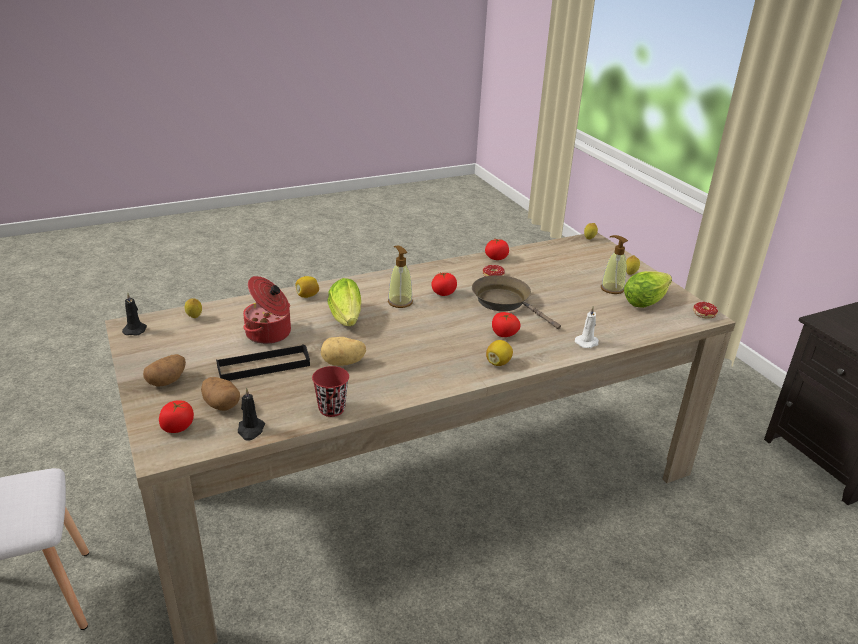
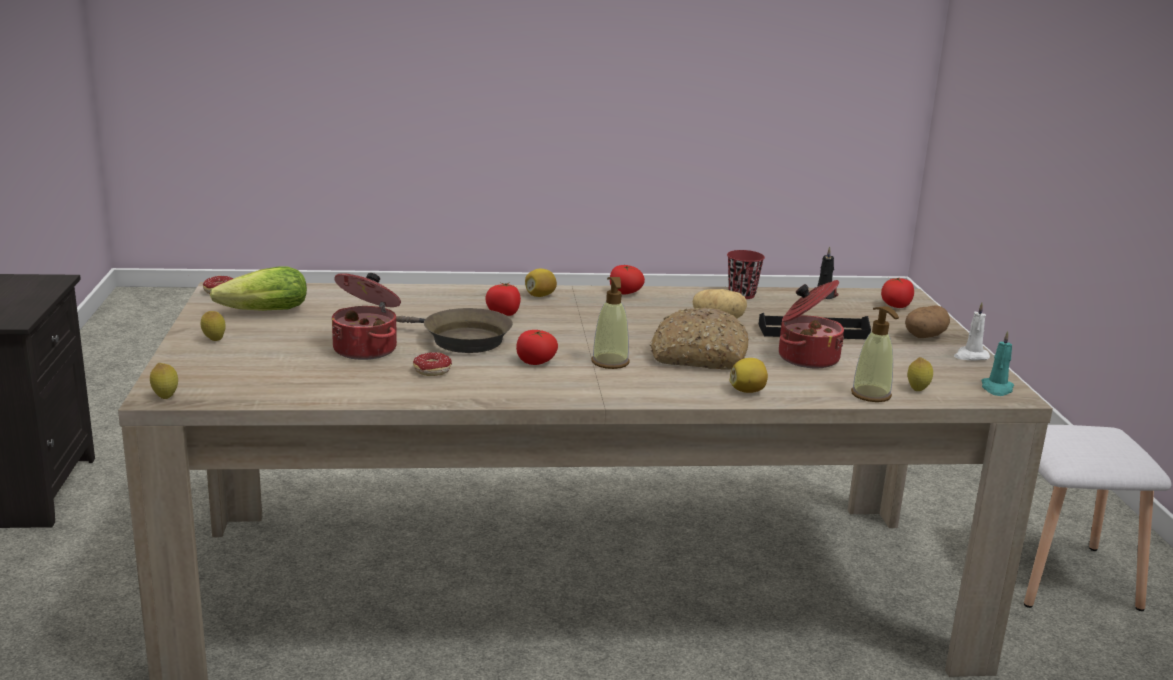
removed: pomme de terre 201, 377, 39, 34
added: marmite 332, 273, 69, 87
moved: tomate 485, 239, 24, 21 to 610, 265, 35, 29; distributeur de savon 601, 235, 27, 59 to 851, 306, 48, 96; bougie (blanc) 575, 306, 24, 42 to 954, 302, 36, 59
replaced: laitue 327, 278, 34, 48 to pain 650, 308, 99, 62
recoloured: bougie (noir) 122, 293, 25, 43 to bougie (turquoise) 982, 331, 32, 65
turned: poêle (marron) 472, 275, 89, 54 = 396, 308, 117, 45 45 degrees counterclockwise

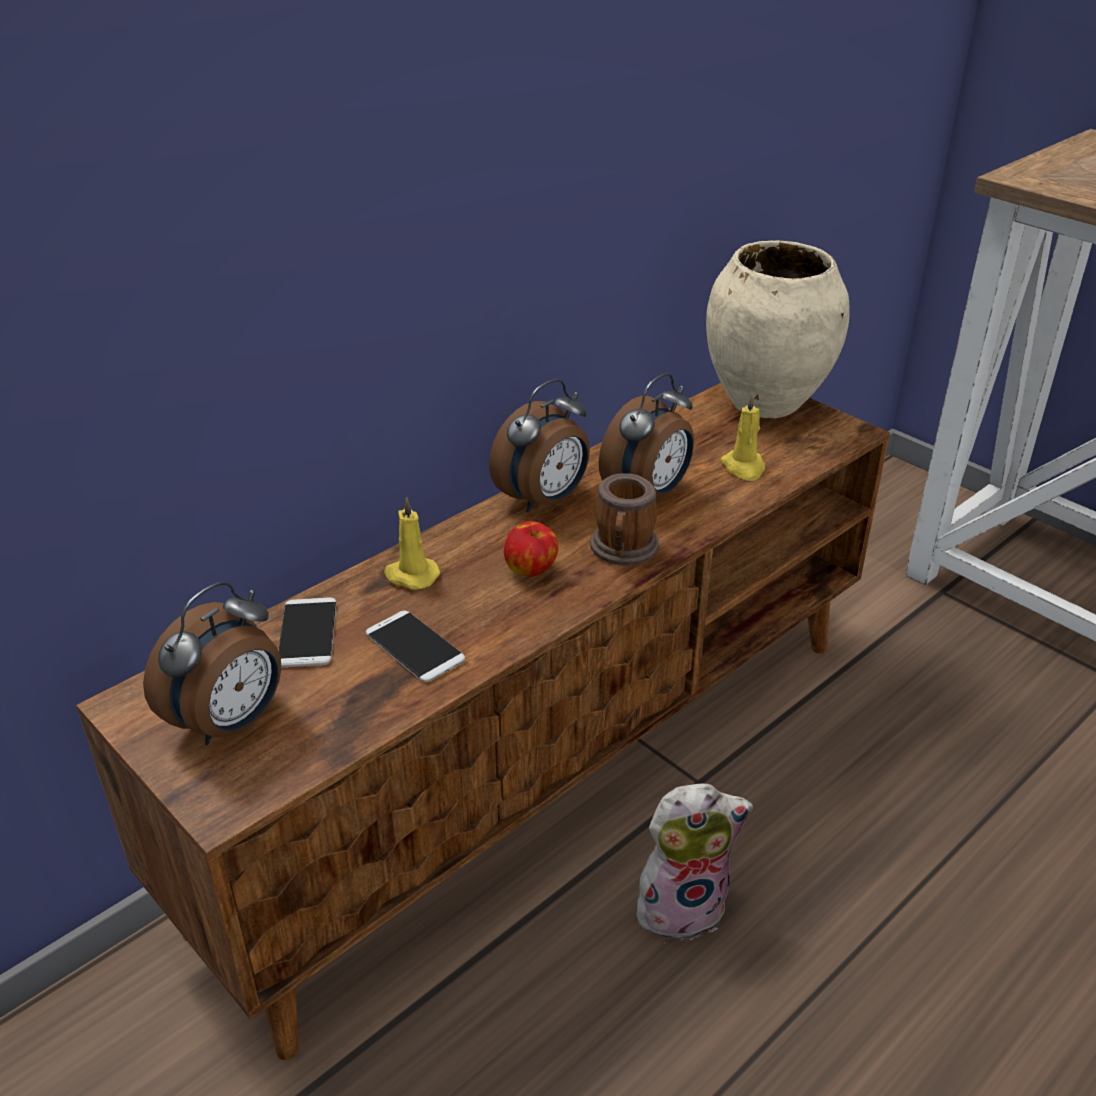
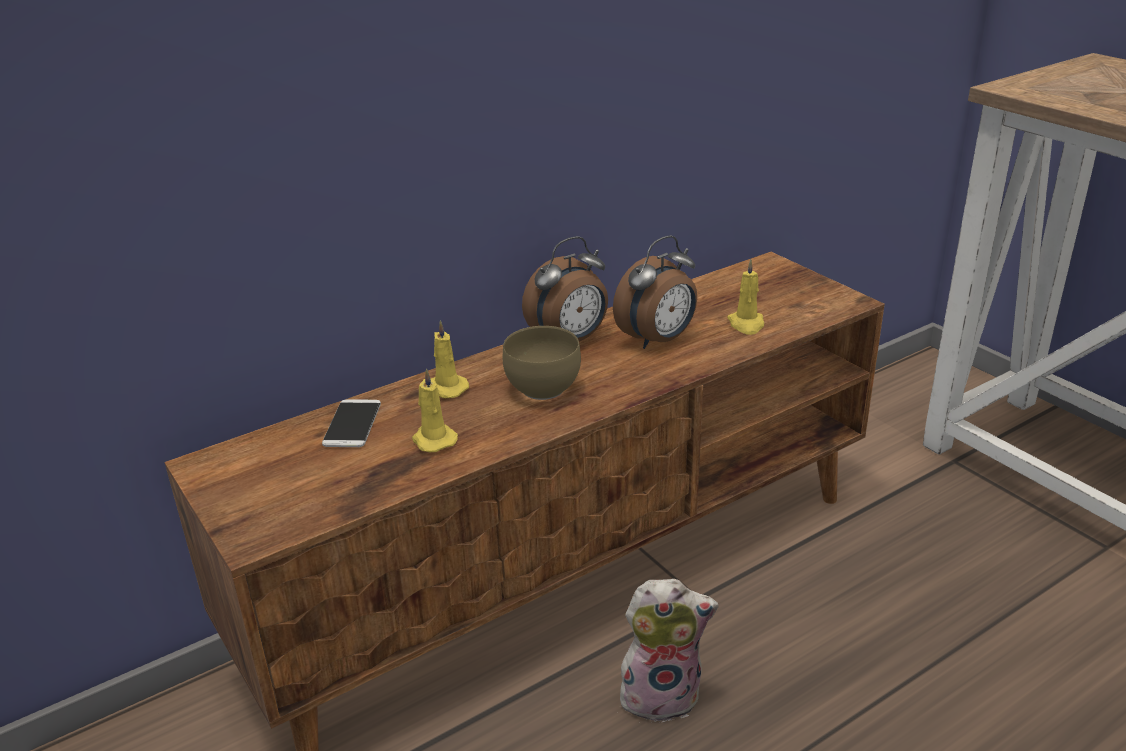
removed: réveil 143, 582, 138, 163; mug 590, 473, 69, 93; vase (beige) 706, 240, 144, 178
replaced: téléphone 366, 611, 99, 71 to bougie (jaune) 412, 368, 46, 84; pomme 504, 521, 54, 56 to bol (marron) 503, 326, 78, 74

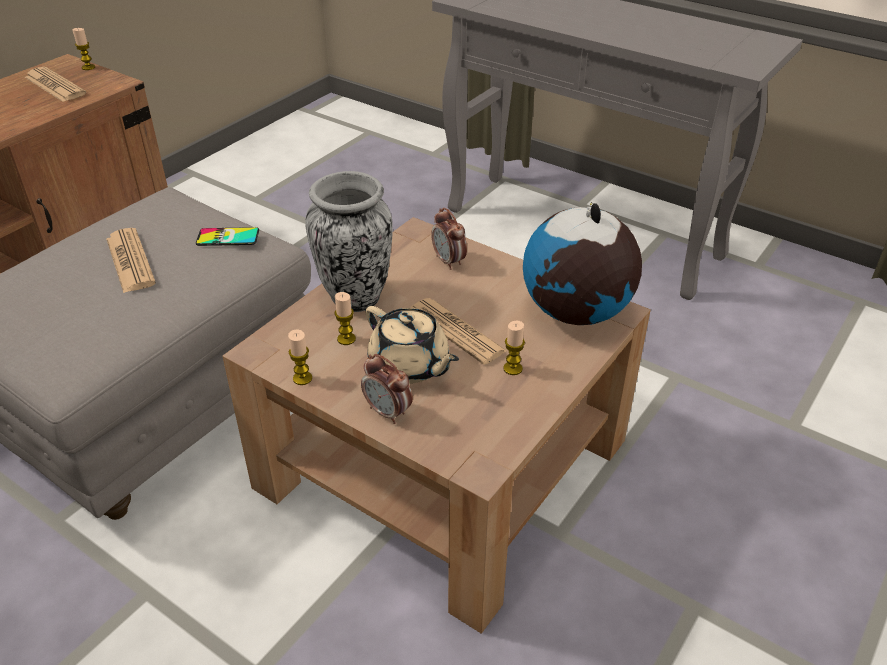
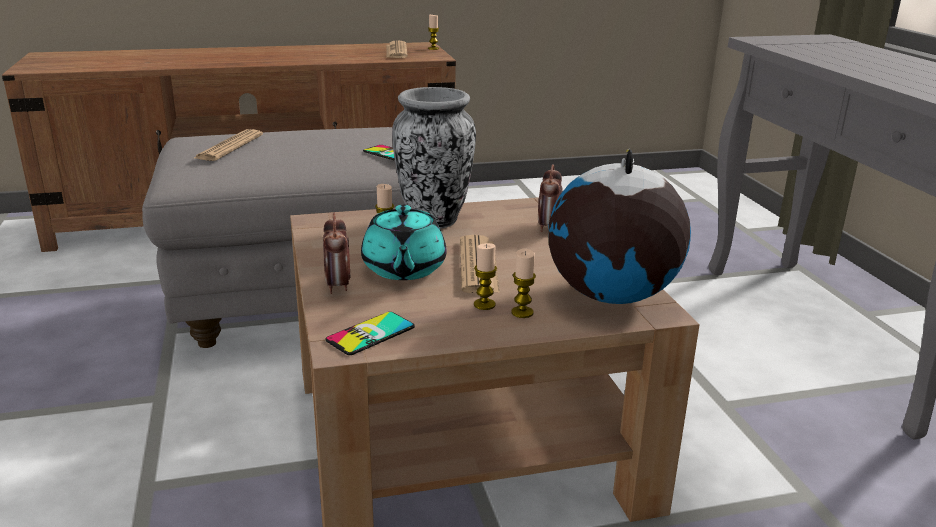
added: téléphone 325, 312, 90, 43
moved: journal 106, 228, 50, 65 to 194, 129, 69, 32; bougie 288, 329, 24, 56 to 511, 249, 25, 69
recoloured: théière (beige) 366, 306, 93, 78 to théière (turquoise) 361, 205, 86, 75

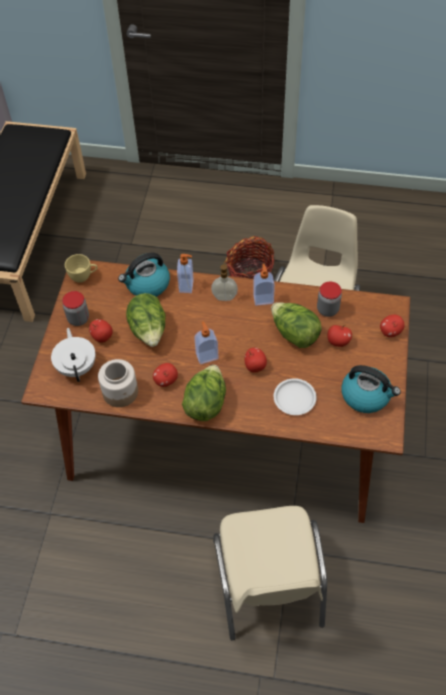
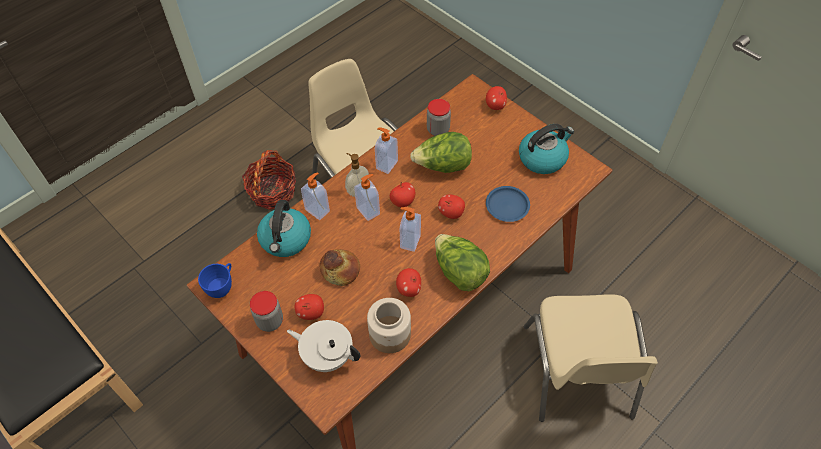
added: distributeur de savon 354, 174, 26, 47
moved: pomme 327, 325, 25, 22 to 390, 181, 25, 26
replaced: laitue 126, 293, 40, 54 to pain 320, 249, 40, 37
recoloured: tasse (jaune) 65, 254, 33, 29 to tasse (bleu) 198, 263, 34, 35; assiette (blanc) 274, 378, 42, 37 to assiette (bleu) 486, 186, 44, 36
turned: chaise (beige) 213, 506, 114, 135 = 524, 294, 134, 128 60 degrees clockwise

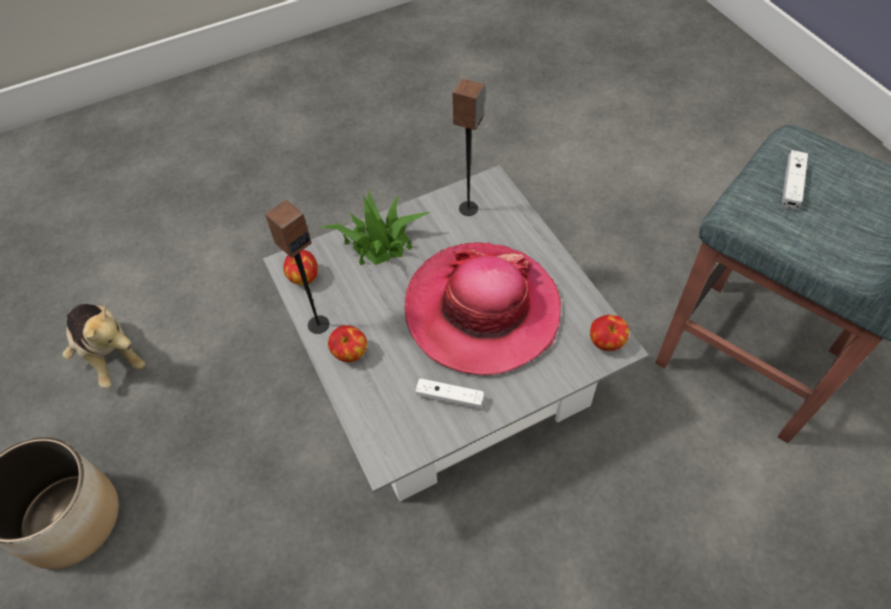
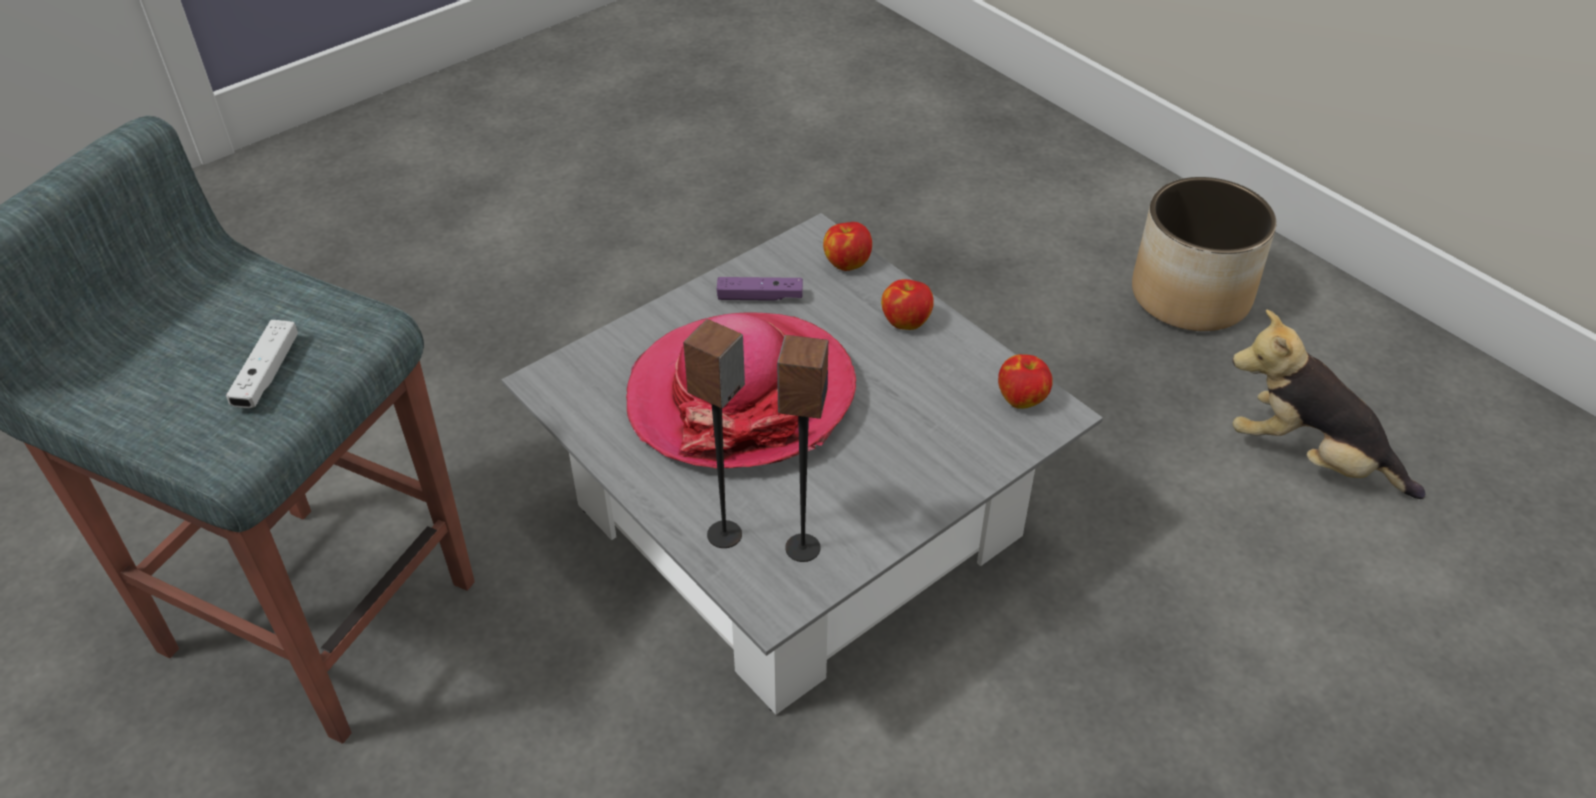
removed: plante en pot 319, 190, 112, 75
moved: enceinte 265, 199, 64, 135 to 683, 319, 62, 229; pomme 590, 315, 39, 36 to 823, 222, 49, 49
recoloured: manette (blanc) 415, 378, 69, 31 to manette (violet) 717, 277, 86, 24

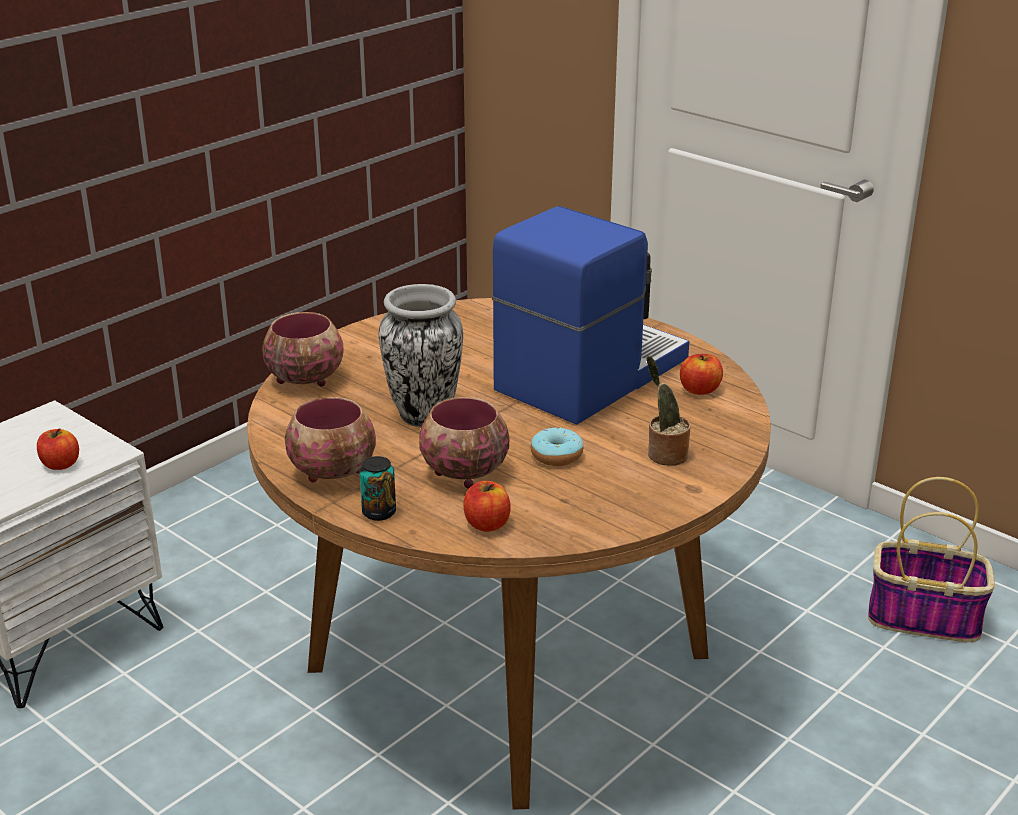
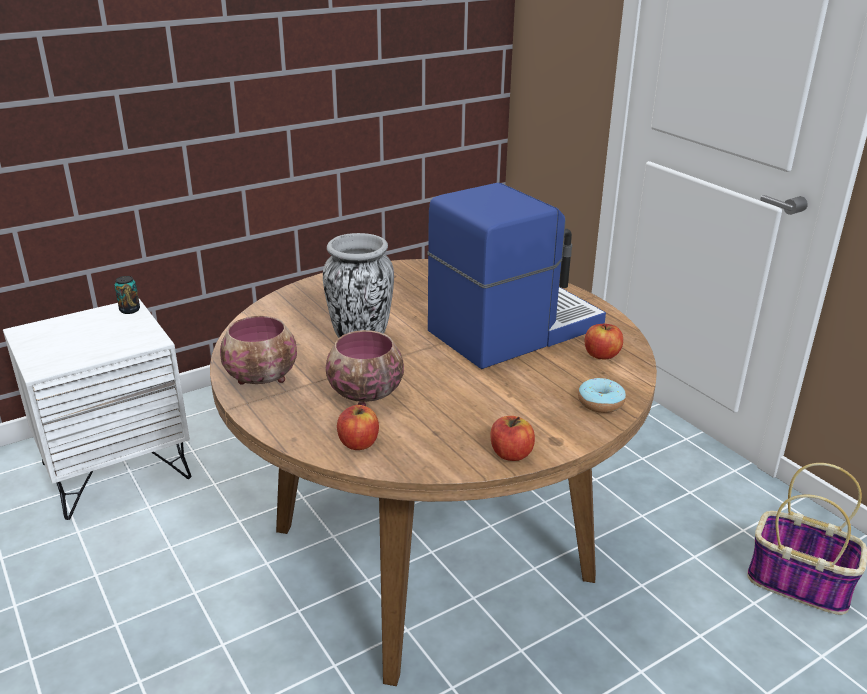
removed: bol 262, 312, 82, 75; plante en pot 646, 356, 45, 110
moved: boîte métallique 360, 456, 36, 65 to 114, 276, 26, 38; pomme 37, 428, 42, 42 to 490, 416, 45, 45; beignet 531, 427, 52, 39 to 578, 378, 48, 35

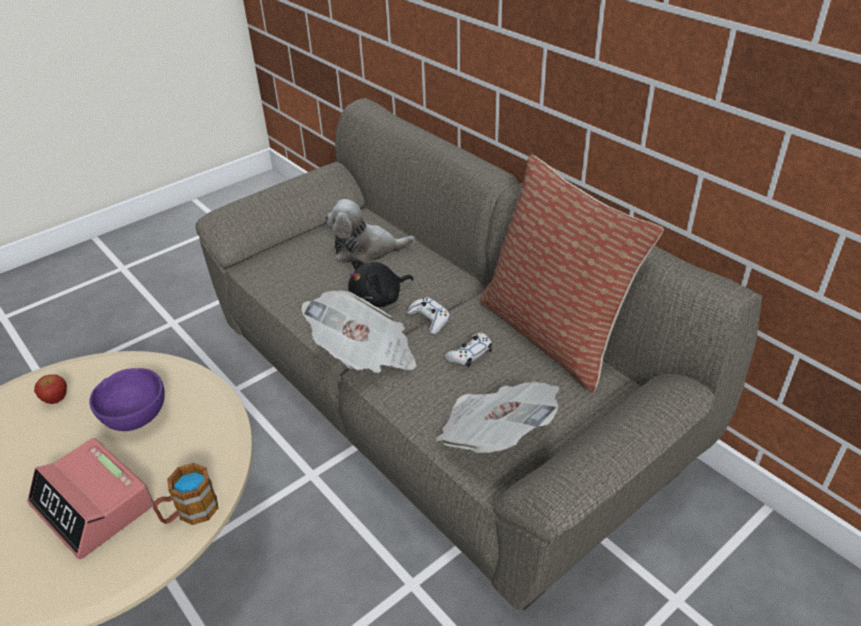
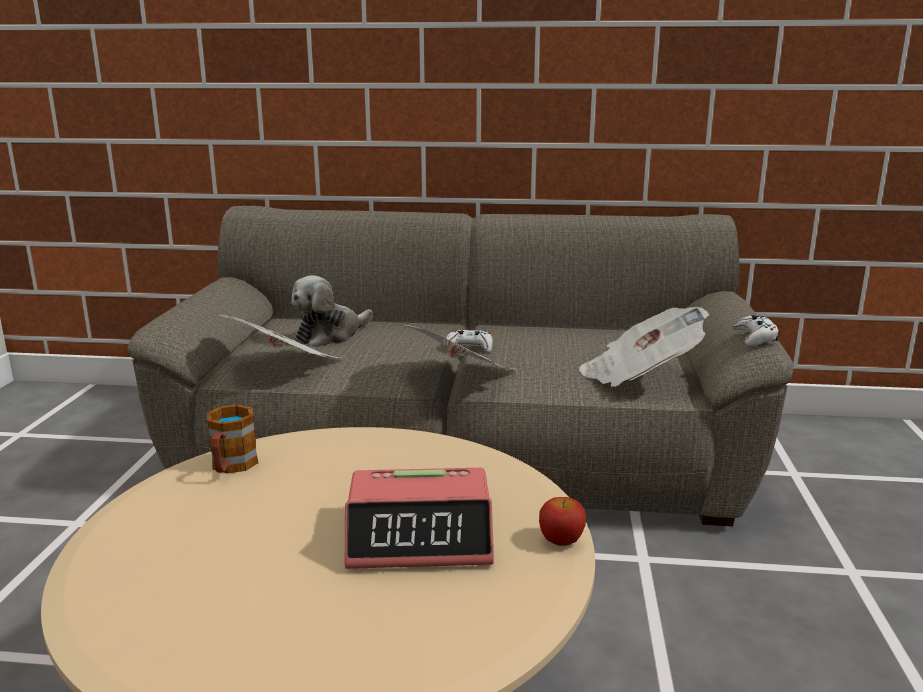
removed: bol (violet) 89, 368, 76, 63; peluche (noir) 348, 259, 66, 48; coussin 480, 154, 184, 238
added: journal 218, 315, 123, 43
moved: mug 153, 463, 65, 62 to 206, 404, 52, 70; pomme 34, 374, 33, 30 to 539, 497, 47, 49; manette (blanc) 445, 333, 47, 34 to 733, 315, 46, 31

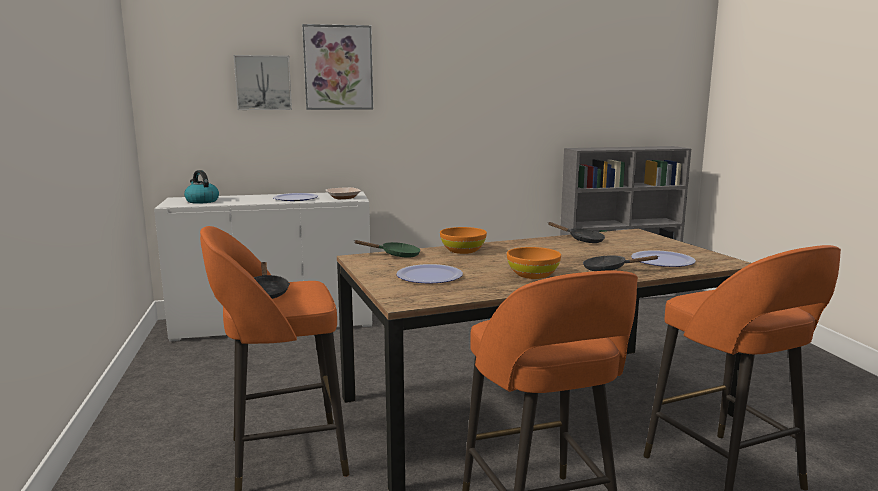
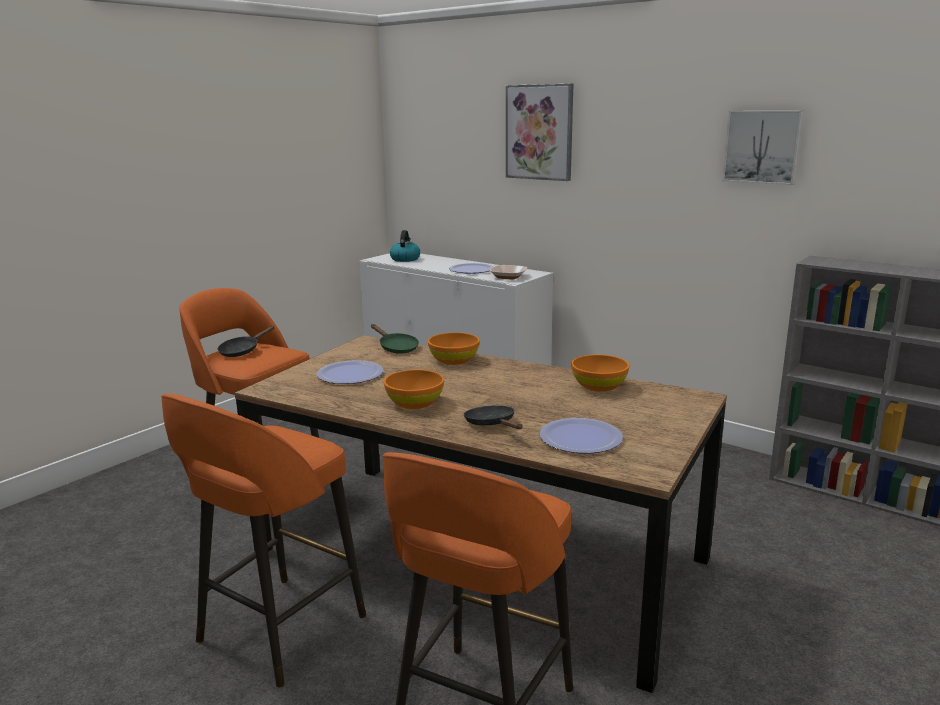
moved: tableau 234, 55, 58, 55 to 722, 110, 82, 75
replaced: poêle (noir) 548, 222, 57, 21 to bol (orange) 571, 355, 58, 36

